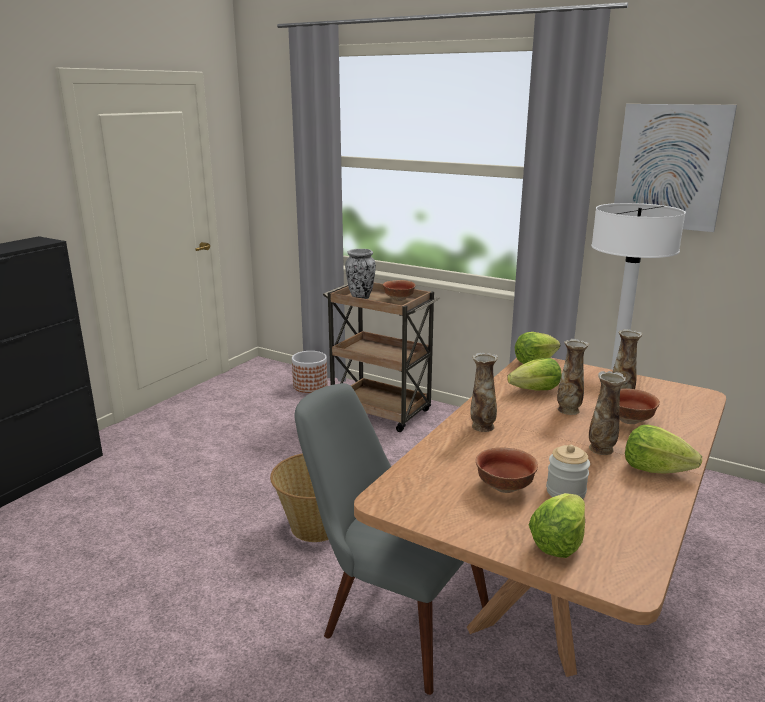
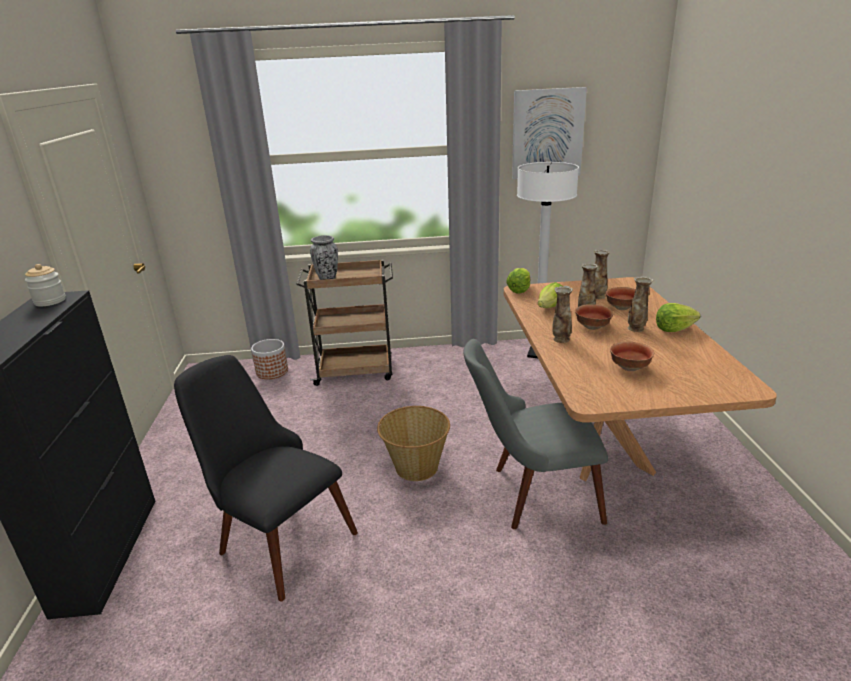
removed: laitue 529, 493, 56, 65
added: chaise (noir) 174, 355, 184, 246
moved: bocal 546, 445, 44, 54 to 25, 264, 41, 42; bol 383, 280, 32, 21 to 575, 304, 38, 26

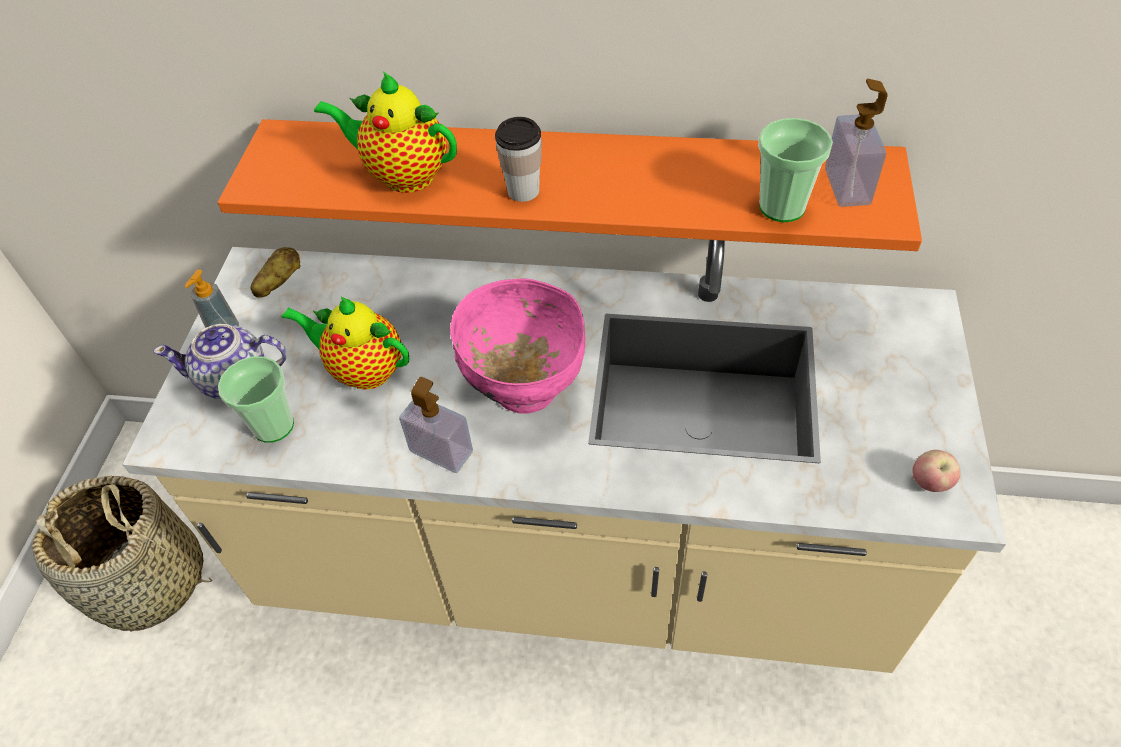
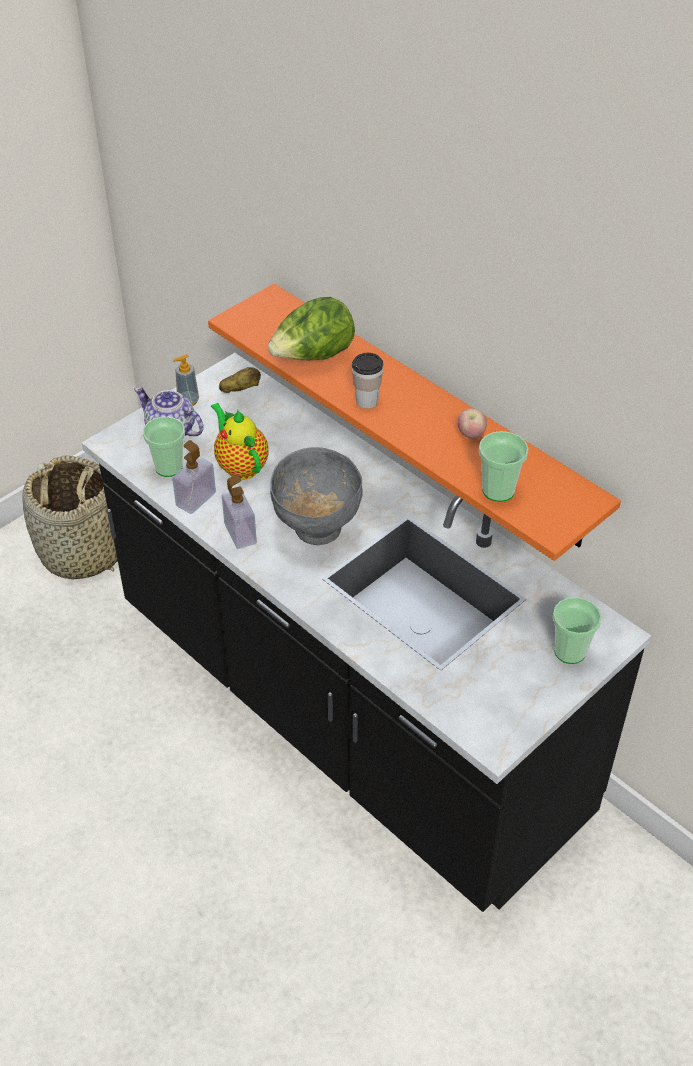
added: tasse 553, 597, 49, 67
moved: distributeur de savon 825, 79, 63, 128 to 172, 440, 44, 74; pomme 913, 450, 48, 42 to 457, 408, 30, 31
replaced: théière 314, 71, 143, 122 to laitue 268, 297, 87, 63
recoloured: comptoir de cuisine (beige) 122, 240, 884, 433 to comptoir de cuisine (noir) 82, 353, 569, 559; bol (rose) 450, 278, 135, 136 to bol (gris) 270, 447, 93, 98

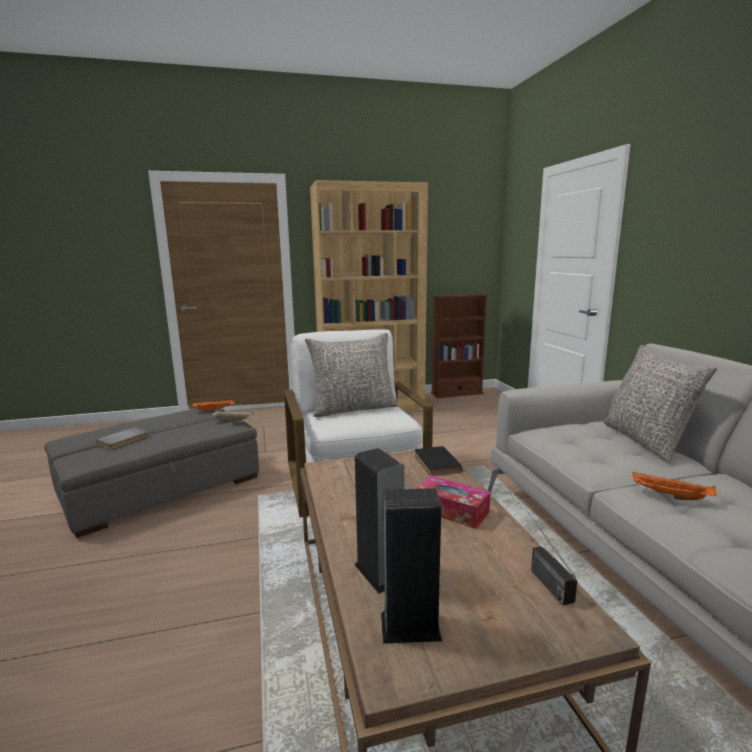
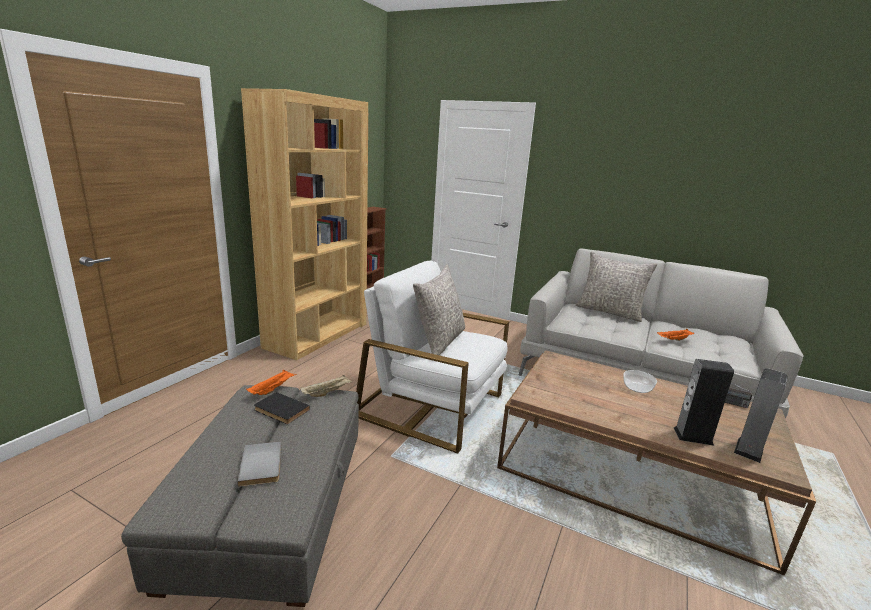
moved: livre (noir) 415, 446, 48, 30 to 254, 392, 56, 32
replaced: boîte à mouchoirs 415, 476, 76, 53 to bol 623, 370, 34, 23

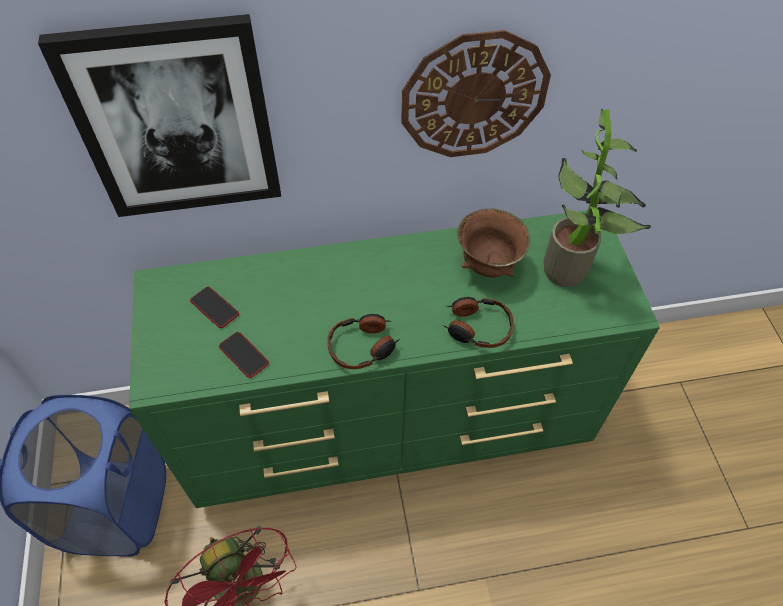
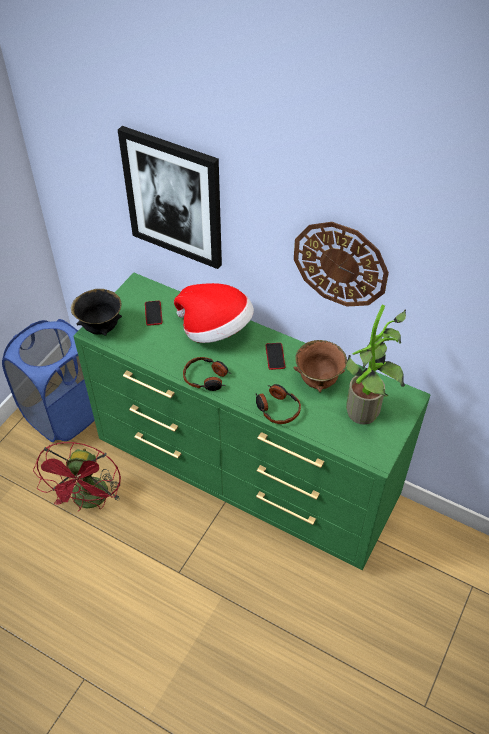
added: bol (noir) 71, 289, 51, 47; chapeau 174, 283, 80, 60
moved: téléphone 219, 332, 50, 46 to 266, 343, 19, 27

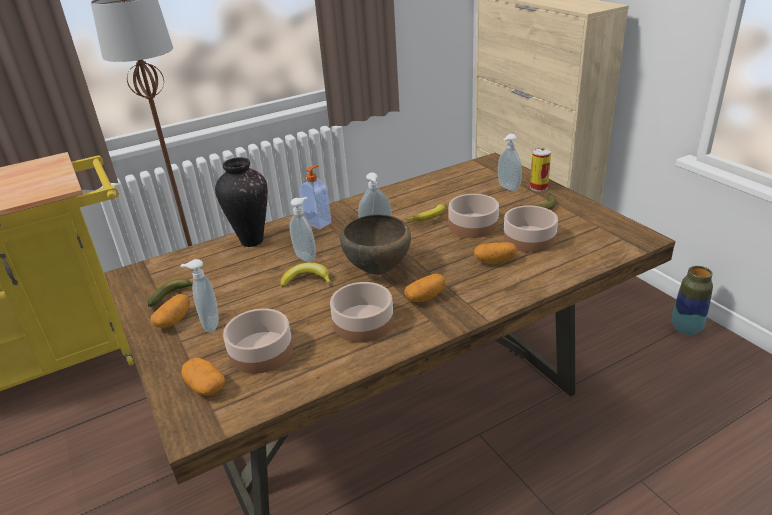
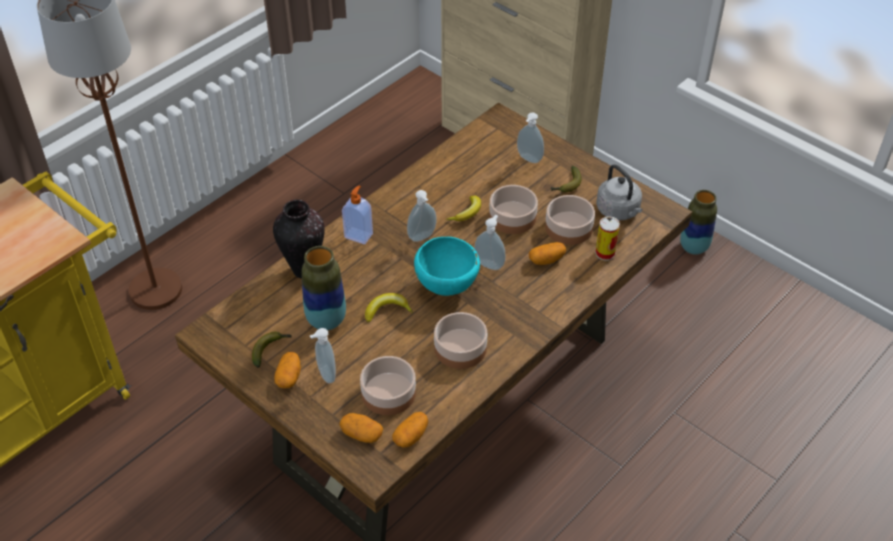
added: vase 301, 246, 45, 84; bouilloire (gris) 596, 164, 46, 56
moved: pomme de terre 404, 274, 42, 28 to 392, 412, 36, 36; distributeur de savon 290, 197, 26, 65 to 474, 215, 32, 55; boîte métallique 530, 148, 21, 44 to 595, 216, 25, 45
recoloured: bol (marron) 340, 214, 71, 61 to bol (turquoise) 414, 237, 66, 59

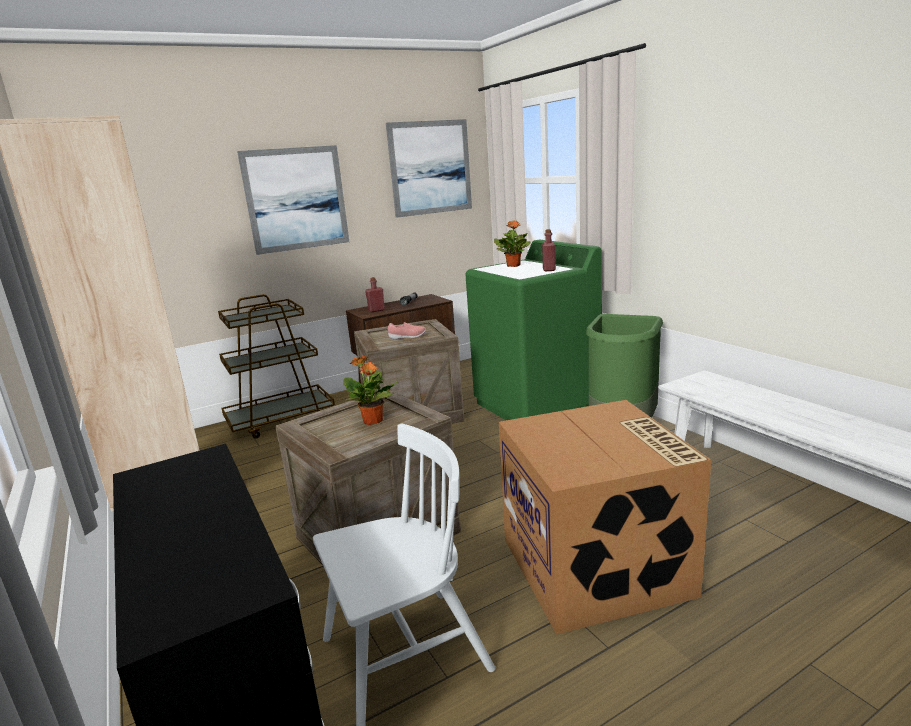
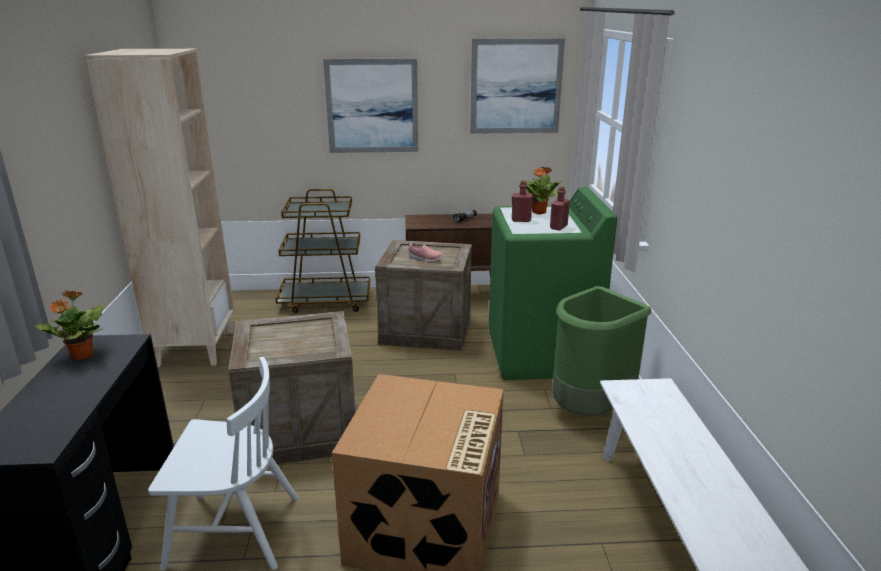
moved: plante en pot 343, 356, 55, 69 to 35, 290, 69, 70; bouteille (rouge) 365, 277, 20, 35 to 512, 181, 22, 41

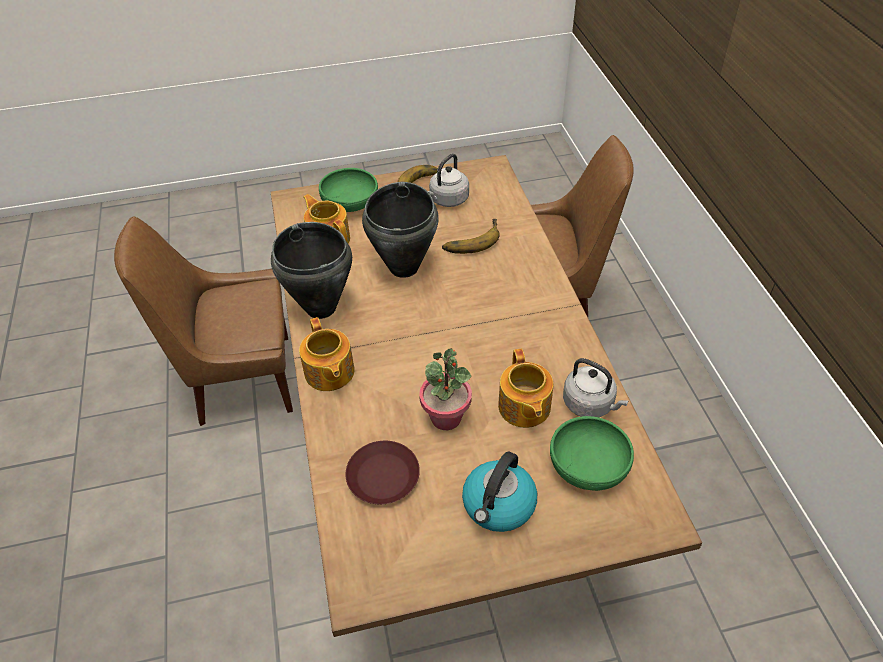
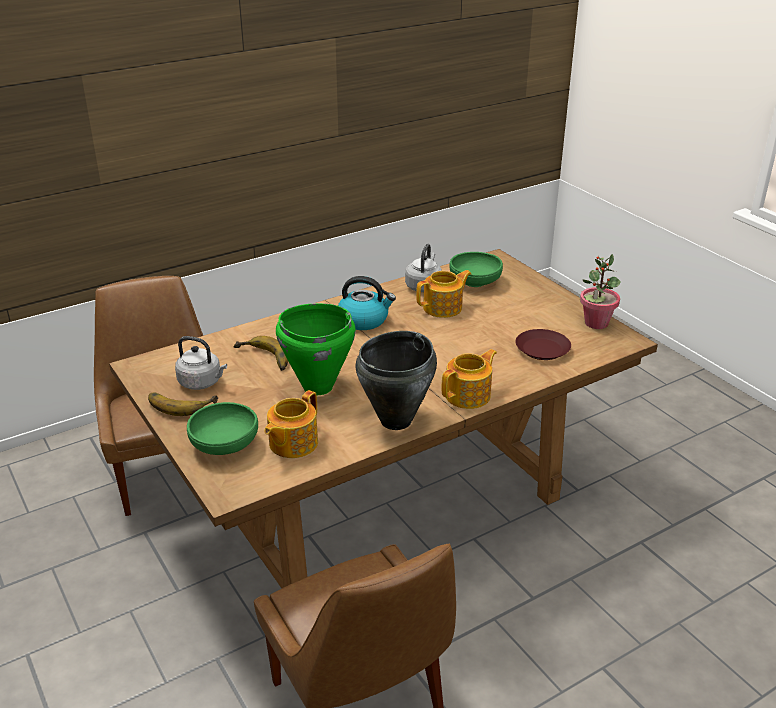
moved: bouilloire 462, 451, 75, 81 to 338, 276, 58, 54; plante en pot 419, 348, 53, 82 to 580, 254, 41, 75
recoloured: marmite (noir) 362, 182, 76, 96 to marmite (vert) 276, 303, 80, 92

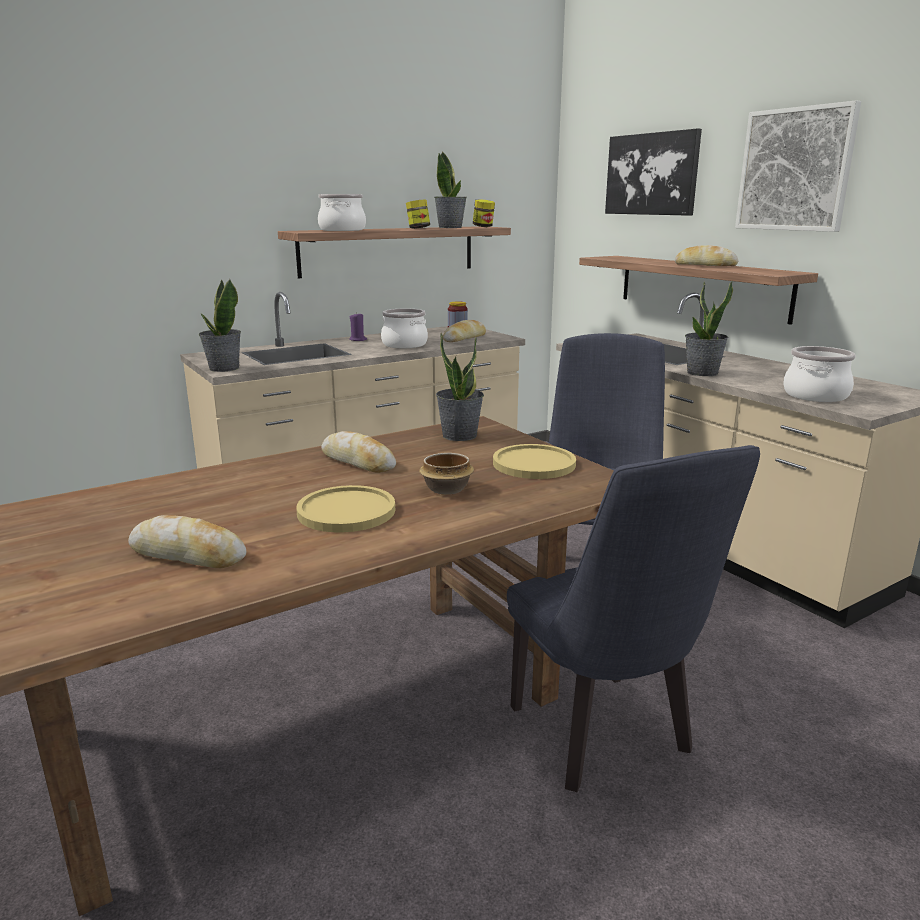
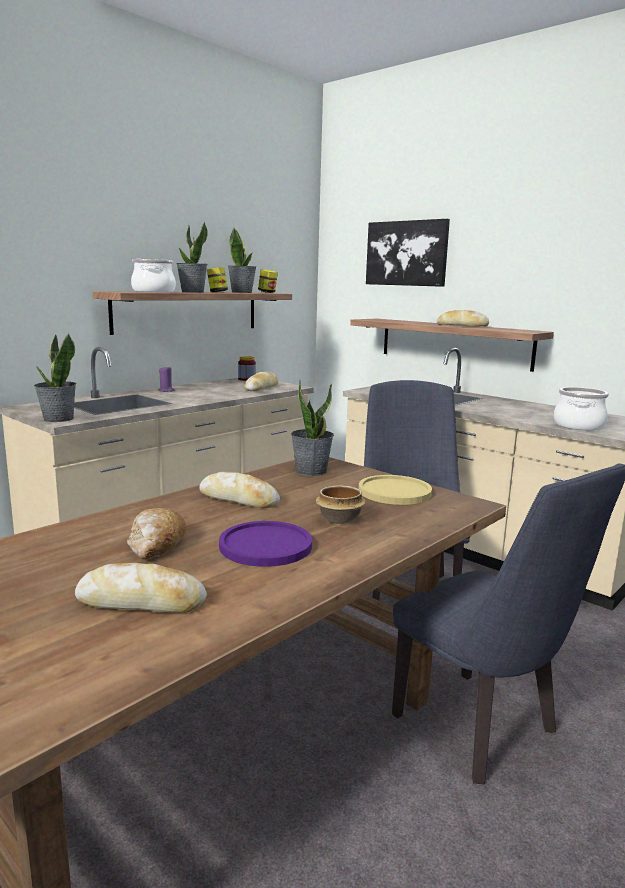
removed: marmite 381, 309, 47, 39; tableau 735, 100, 126, 132
added: pain 127, 508, 59, 51
moved: plante en pot 685, 281, 48, 95 to 176, 222, 31, 71
recoloured: assiette (jaune) 296, 485, 99, 47 to assiette (violet) 219, 521, 93, 46

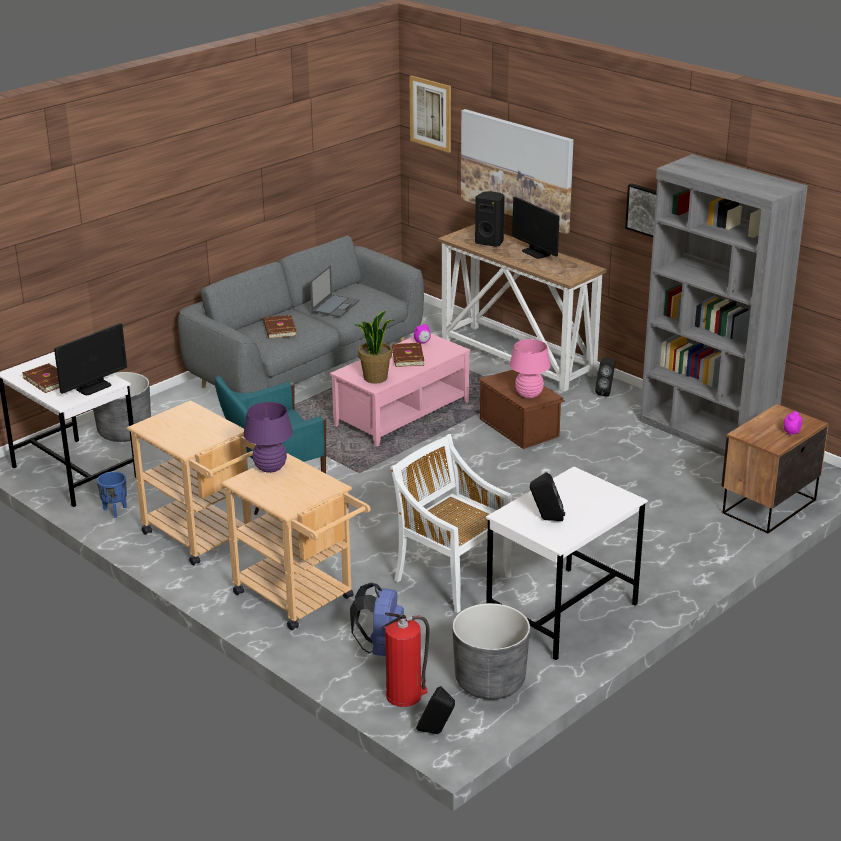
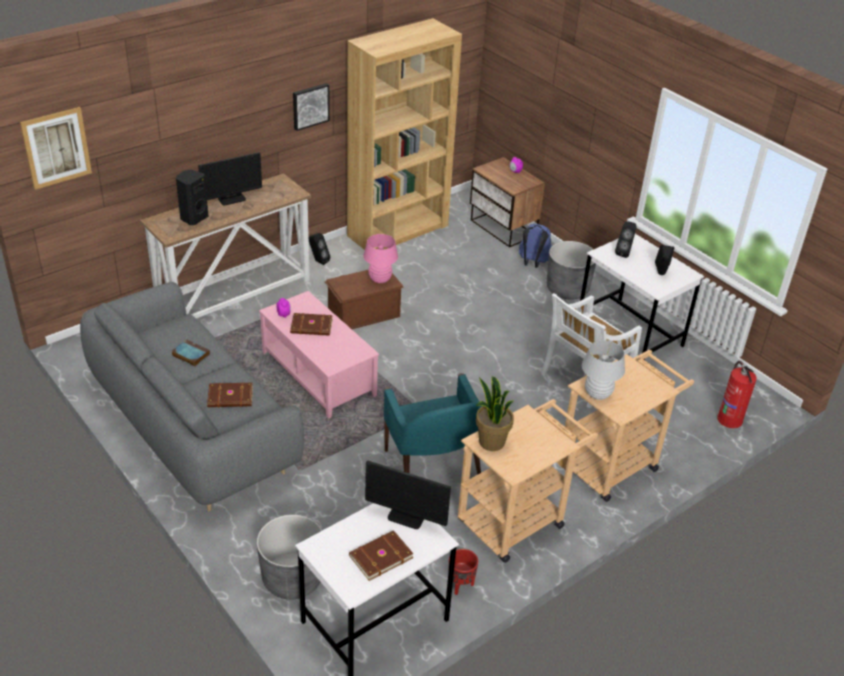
removed: tableau 461, 109, 113, 125
moved: plante en pot 354, 311, 42, 72 to 476, 376, 38, 75; sac à dos (bleu) 350, 583, 54, 73 to 519, 224, 33, 44; cache-pot (gris) 452, 603, 78, 96 to 547, 241, 49, 59; enceinte (noir) 416, 686, 39, 48 to 615, 221, 22, 37
replaced: ordinateur portable 310, 265, 50, 52 to livre 172, 339, 38, 27
recoloured: bibliothèque (gris) 640, 154, 168, 303 to bibliothèque (marron) 347, 18, 115, 232; cache-pot (bleu) 97, 471, 30, 47 to cache-pot (rouge) 449, 549, 29, 46; lampe de table (violet) 243, 402, 50, 71 to lampe de table (blanc) 582, 340, 43, 60
turned: écran d'ordinateur 54, 323, 73, 72 = 365, 460, 86, 69 150 degrees clockwise

